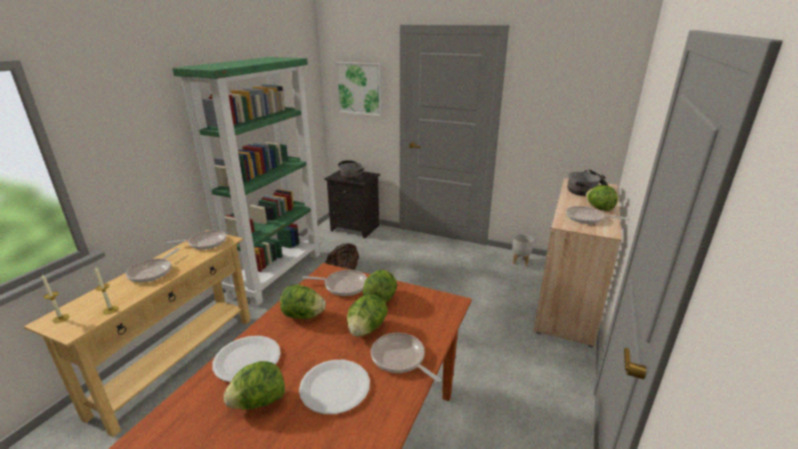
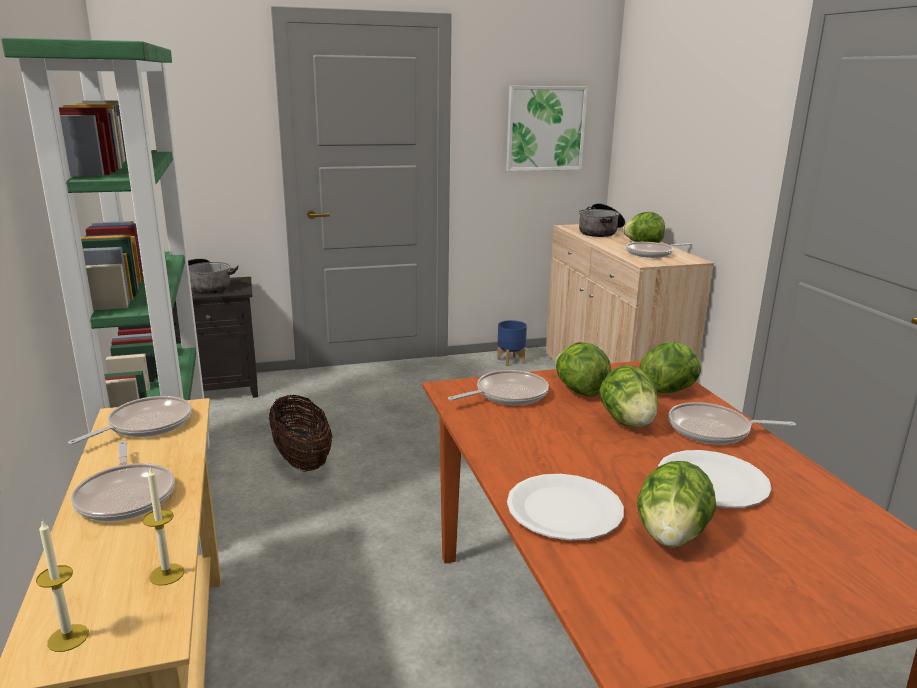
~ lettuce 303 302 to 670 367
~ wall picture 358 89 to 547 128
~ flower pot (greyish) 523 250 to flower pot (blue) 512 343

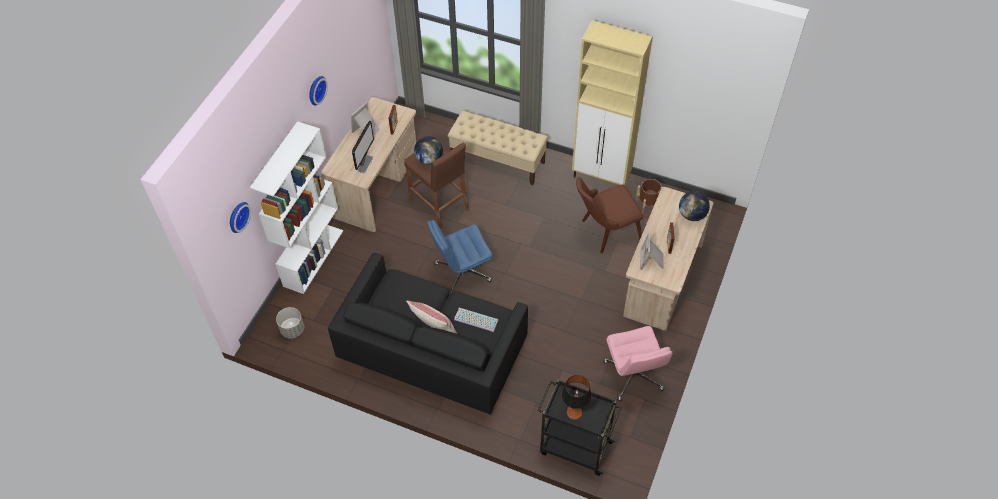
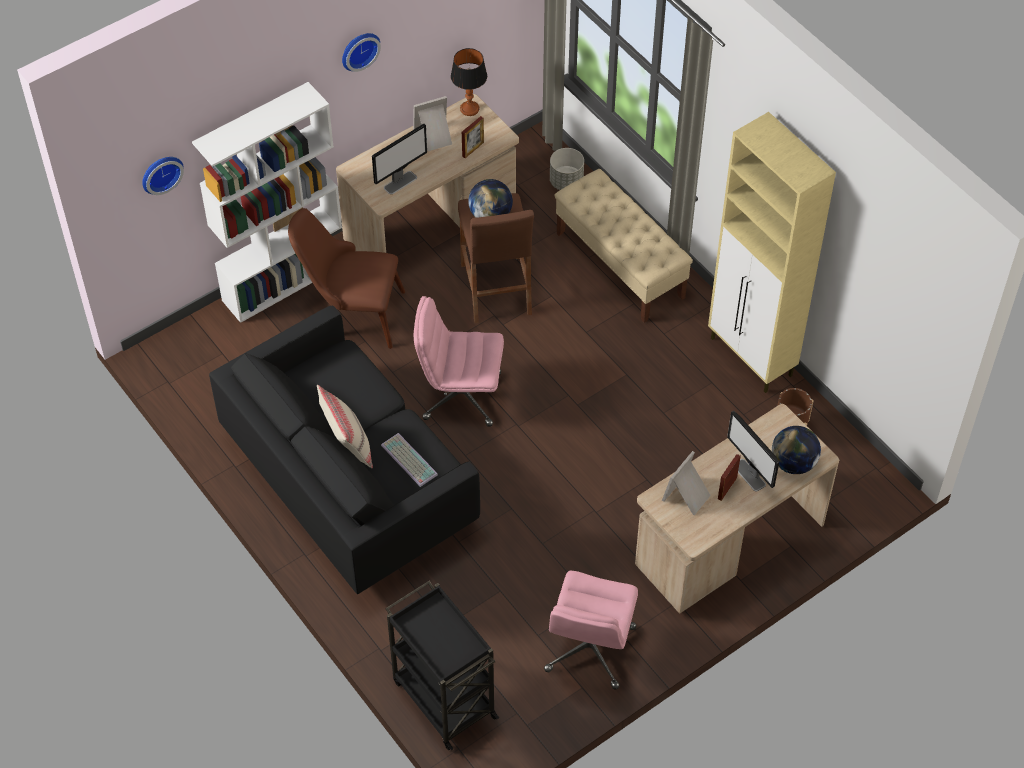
~ flower pot (greyish) 290 323 to 567 169
~ computer chair (blue) 460 257 to computer chair (pink) 459 361
~ tabletop lamp 576 397 to 469 82
~ chair (brown-coloured) 609 215 to 346 278
+ computer screen 753 451

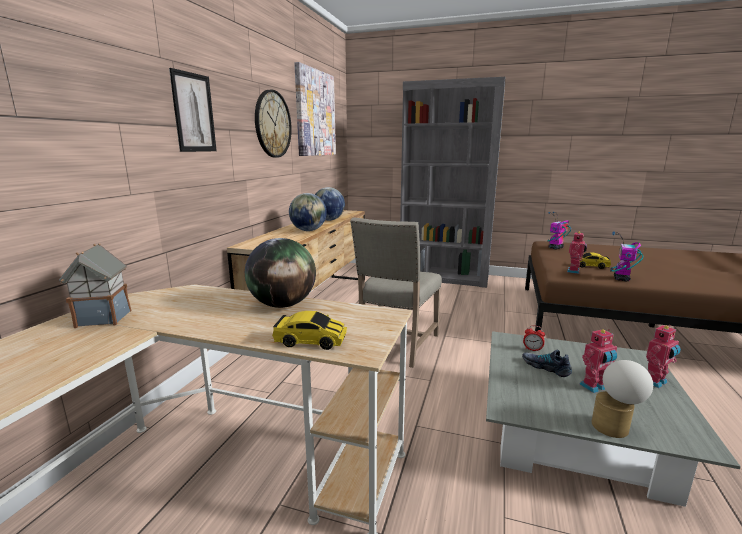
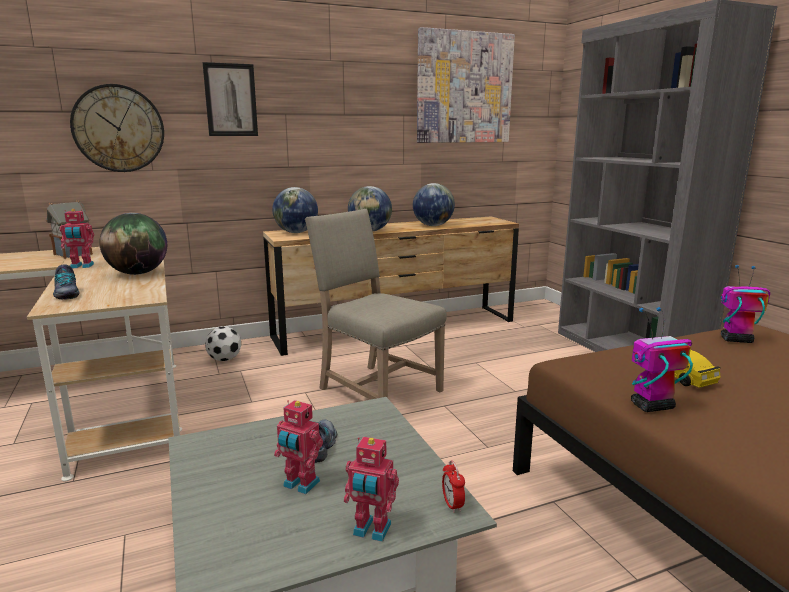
~ clock on the wall 273 124 to 117 128
~ toy car 309 330 to low shoe 66 282
~ chair (beige) 396 292 = 376 304 60 degrees clockwise
~ bedside clock 534 338 to 453 486
~ toy robot 577 252 to 76 238
- tabletop lamp 622 399
+ ball for football 223 343
+ world globe 295 210

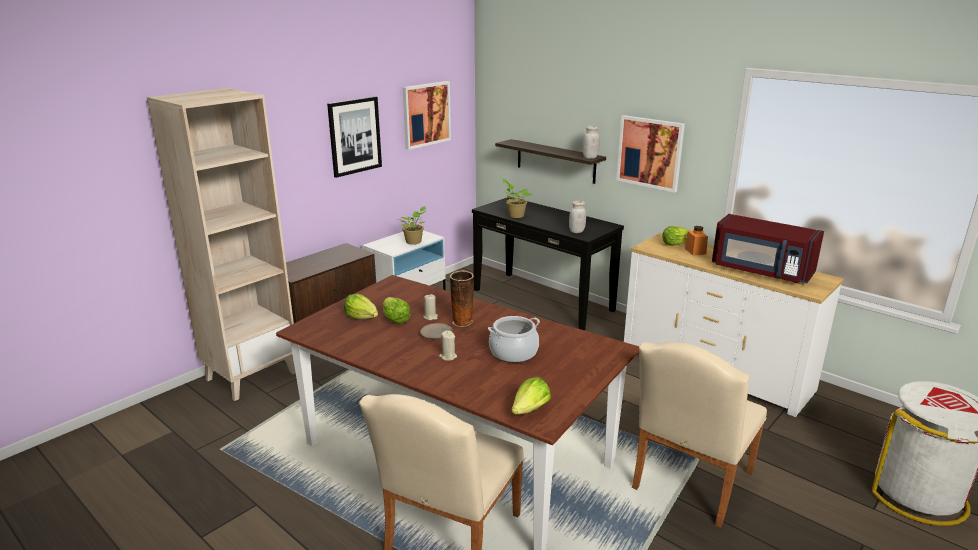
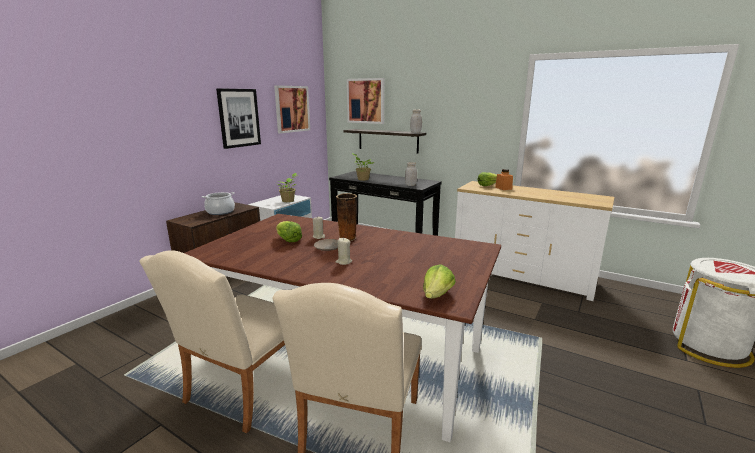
- bookcase (beige) 221 244
- lettuce 361 306
~ stockpot 514 339 to 218 203
~ wall picture 650 154 to 365 101
~ chair (beige) 699 435 to 212 341
- microwave oven (reddish) 768 248

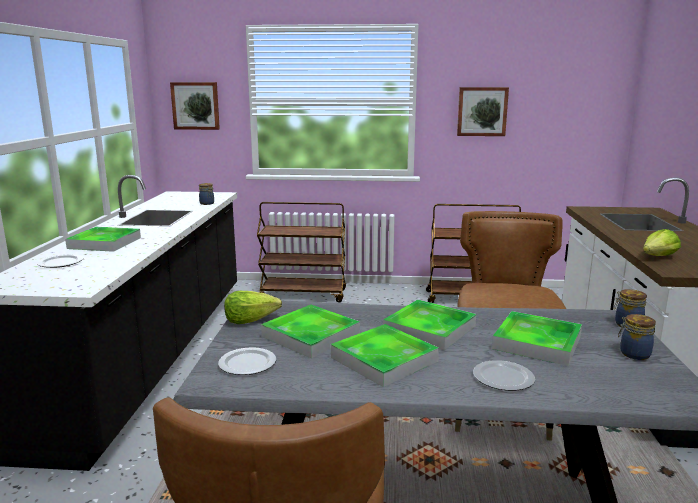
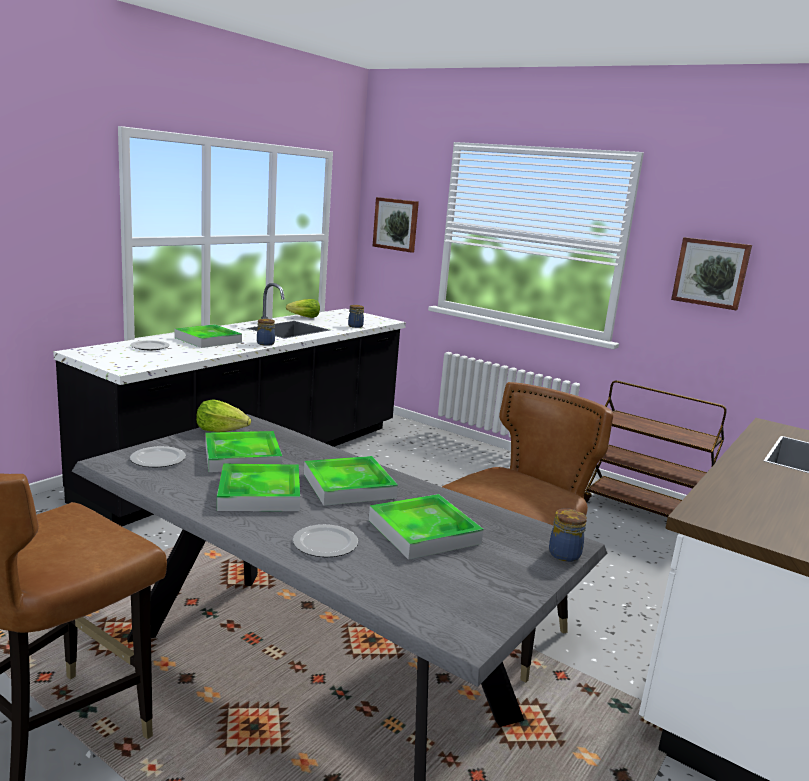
- trolley (brown-coloured) 301 252
~ jar 637 337 to 266 332
~ lettuce 662 242 to 303 308

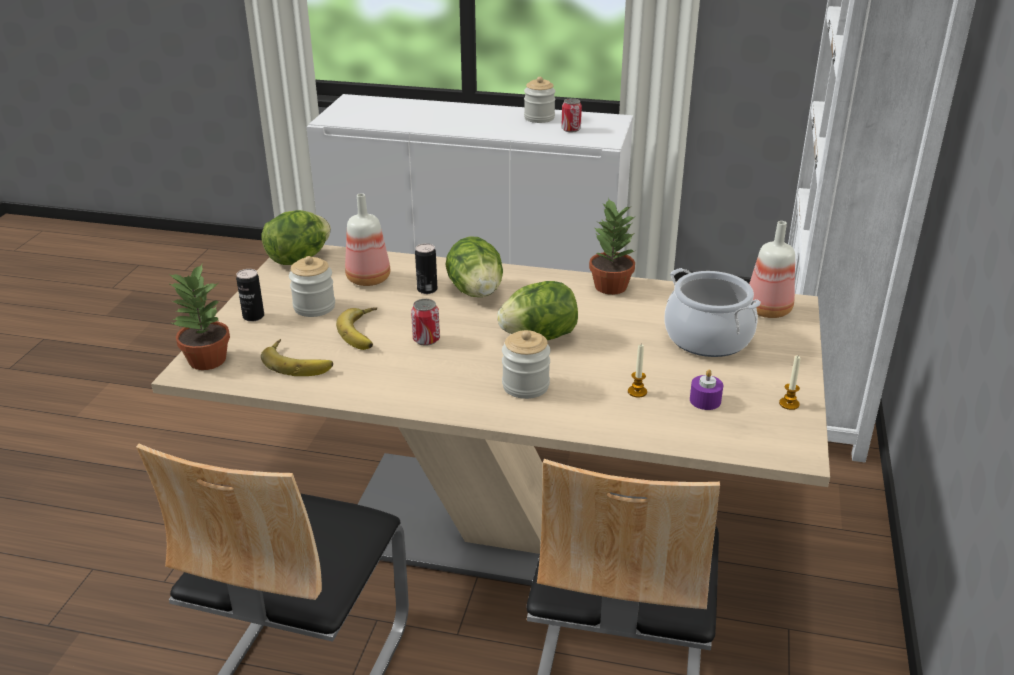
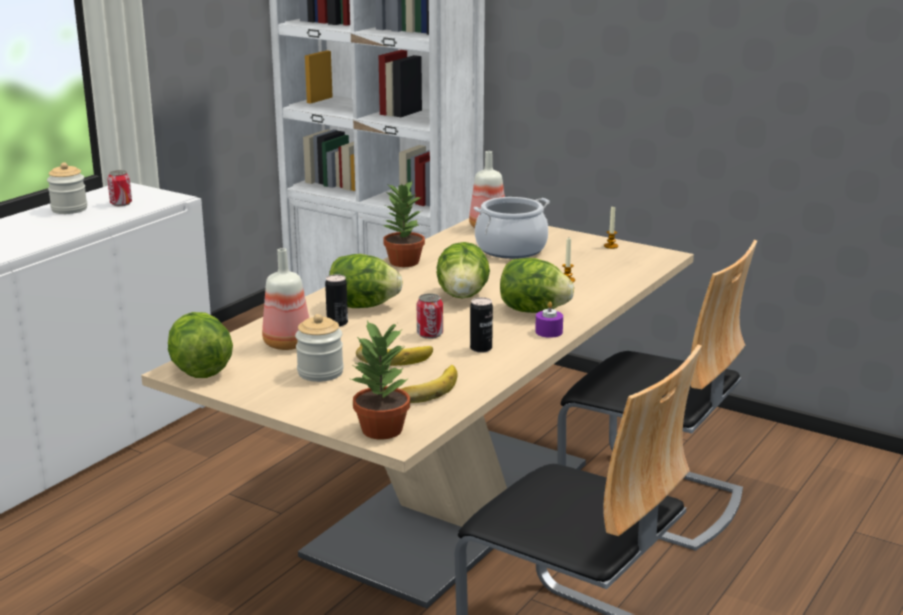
~ metal can 250 295 to 481 325
~ jar 526 364 to lettuce 537 285
~ wax light (purple-coloured) 706 390 to 549 320

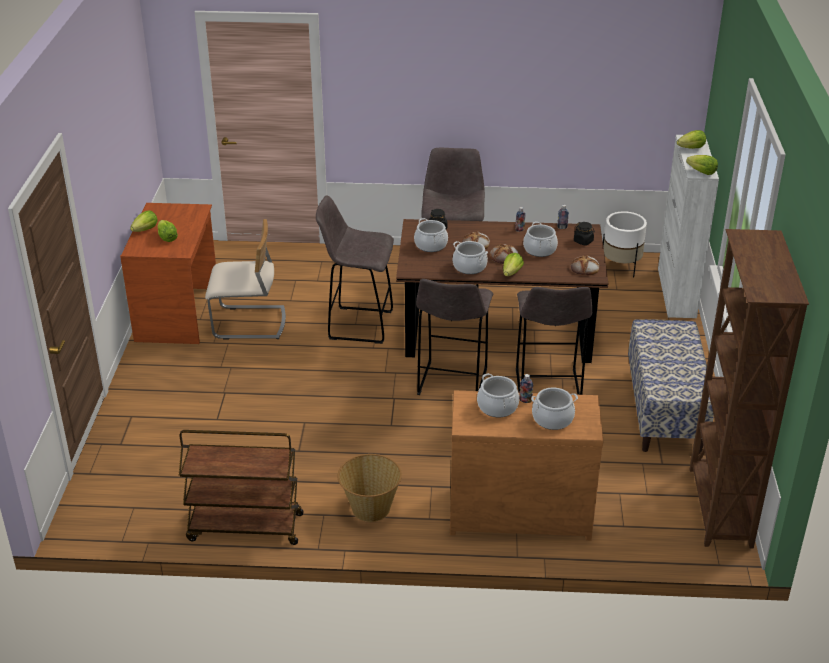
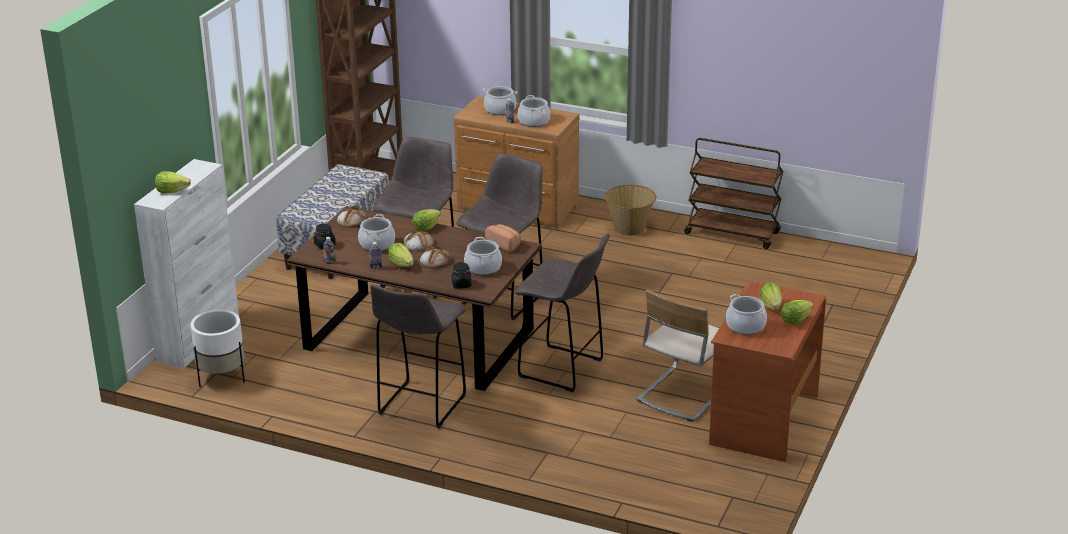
~ chair (beige) 245 279 = 677 355 75 degrees counterclockwise
~ stockpot 470 257 to 746 314
~ lettuce 702 165 to 401 255
+ bread 503 238

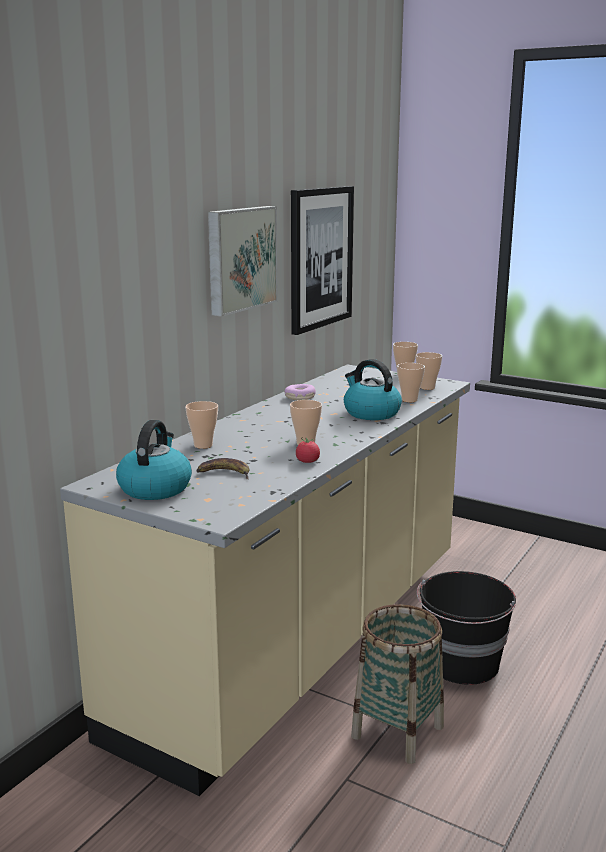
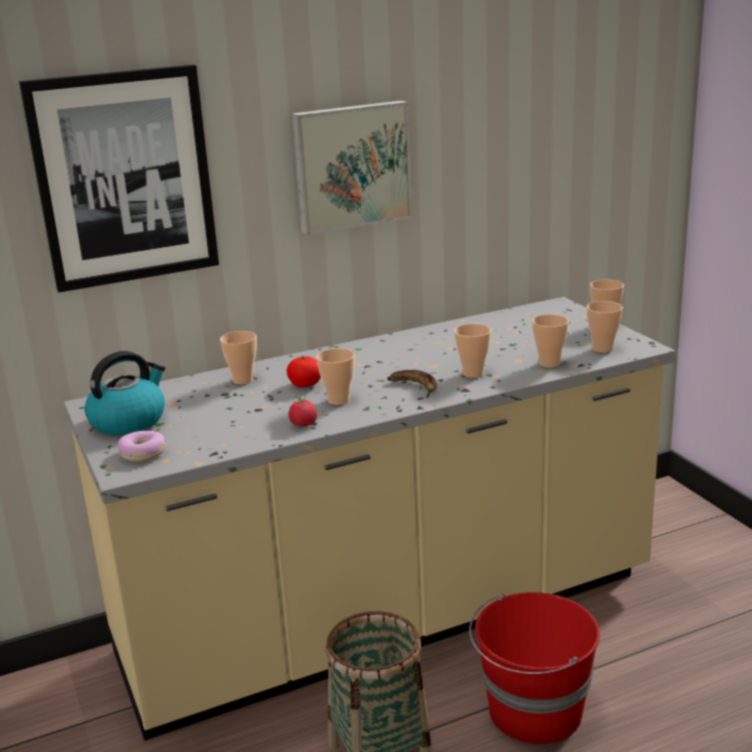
~ banana fruit 222 468 to 412 384
~ doughnut 300 392 to 141 446
~ wall picture 322 260 to 119 178
~ tea kettle 373 389 to cup 472 351
~ water bucket (blackish) 466 628 to water bucket (reddish) 534 668
+ fresh tomato 304 372

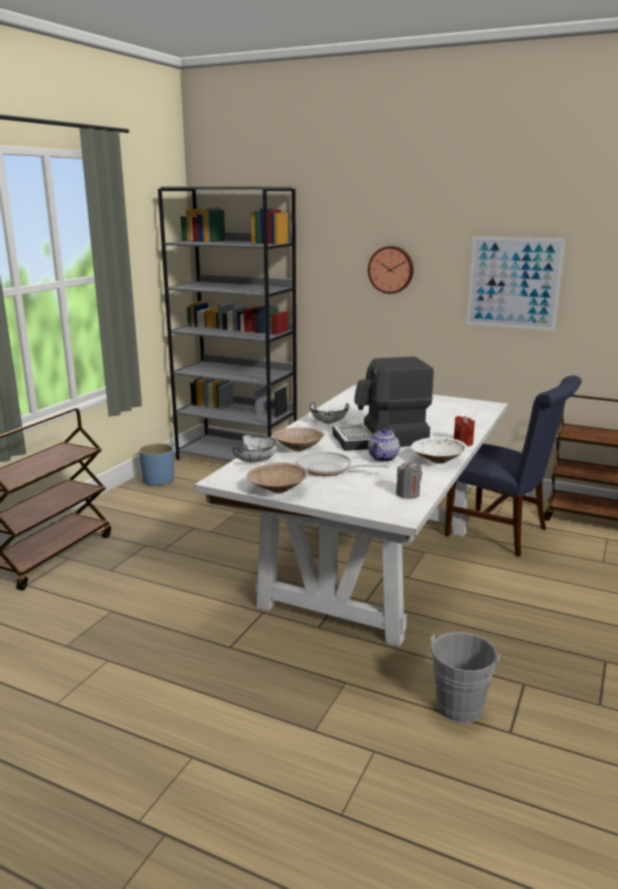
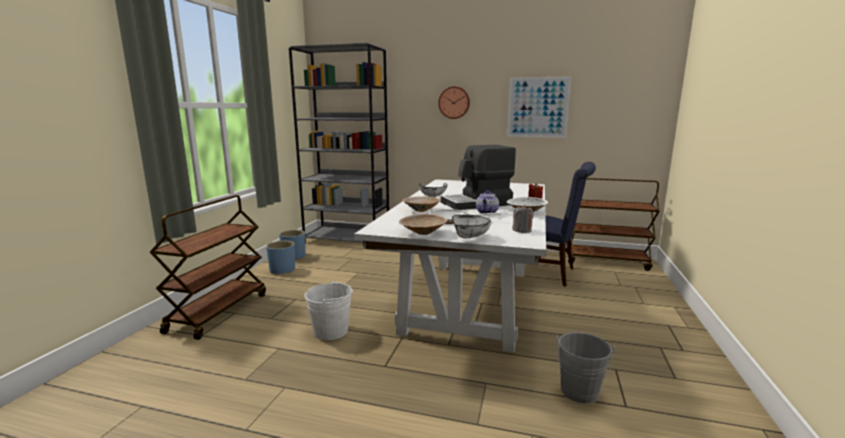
~ serving bowl (white) 255 448 to 471 226
+ flower pot (blue) 280 257
+ water bucket (white) 328 310

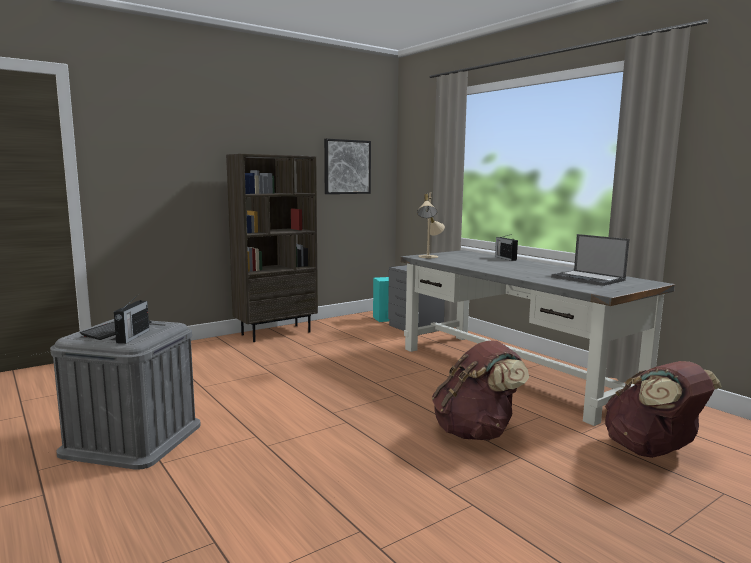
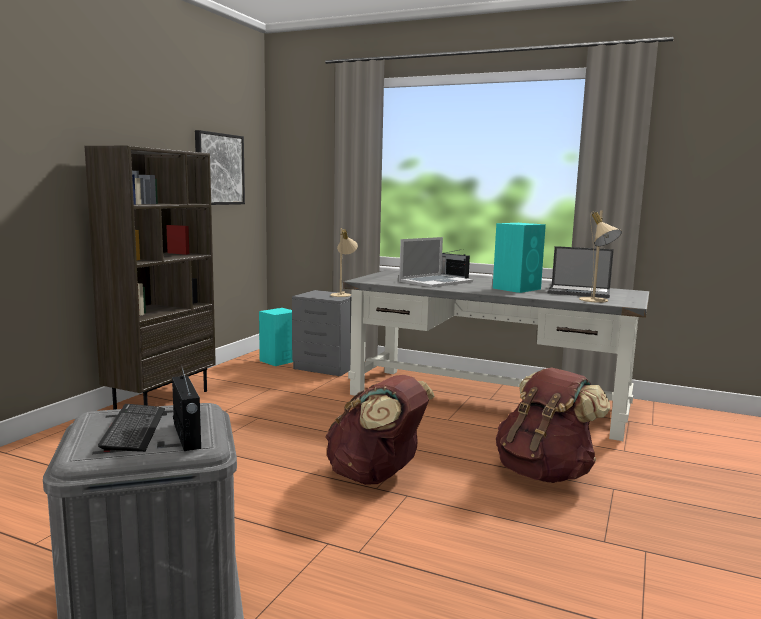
~ tabletop lamp (beige) 427 225 to 600 256
~ backpack (brown-coloured) 663 409 to 380 430
+ notebook computer 436 262
+ audio speaker (blue-green) 519 258

